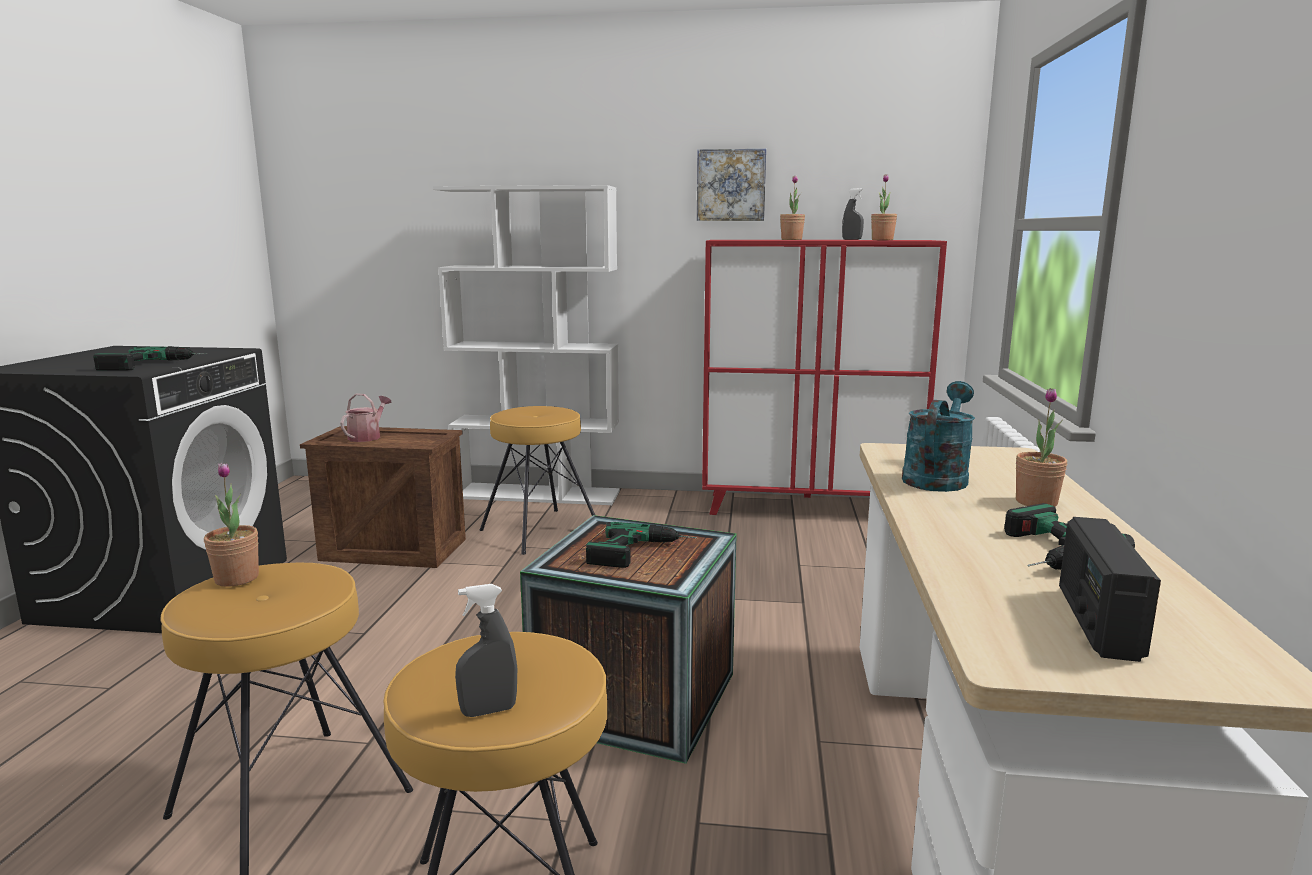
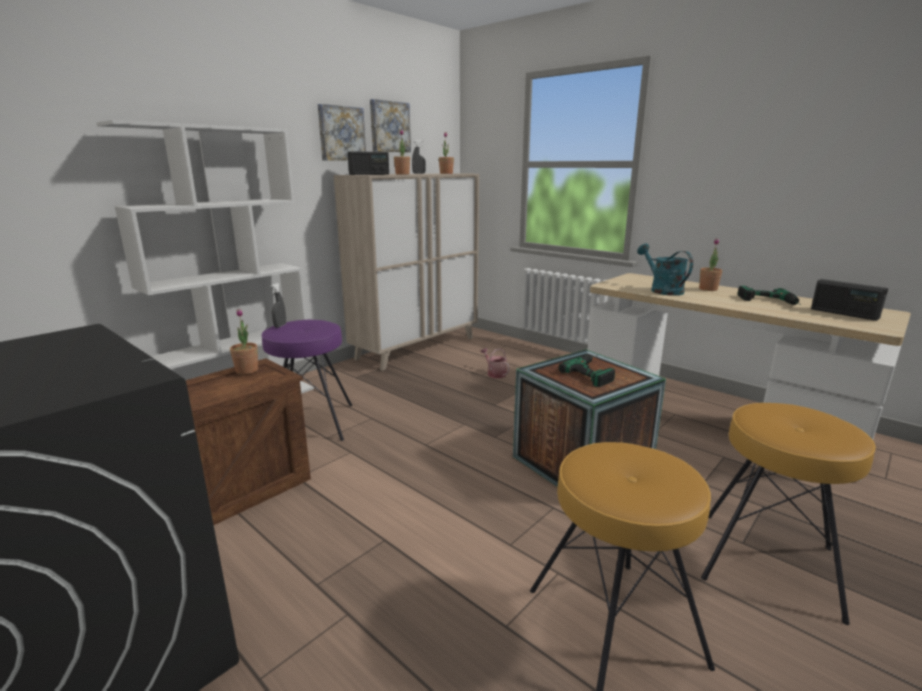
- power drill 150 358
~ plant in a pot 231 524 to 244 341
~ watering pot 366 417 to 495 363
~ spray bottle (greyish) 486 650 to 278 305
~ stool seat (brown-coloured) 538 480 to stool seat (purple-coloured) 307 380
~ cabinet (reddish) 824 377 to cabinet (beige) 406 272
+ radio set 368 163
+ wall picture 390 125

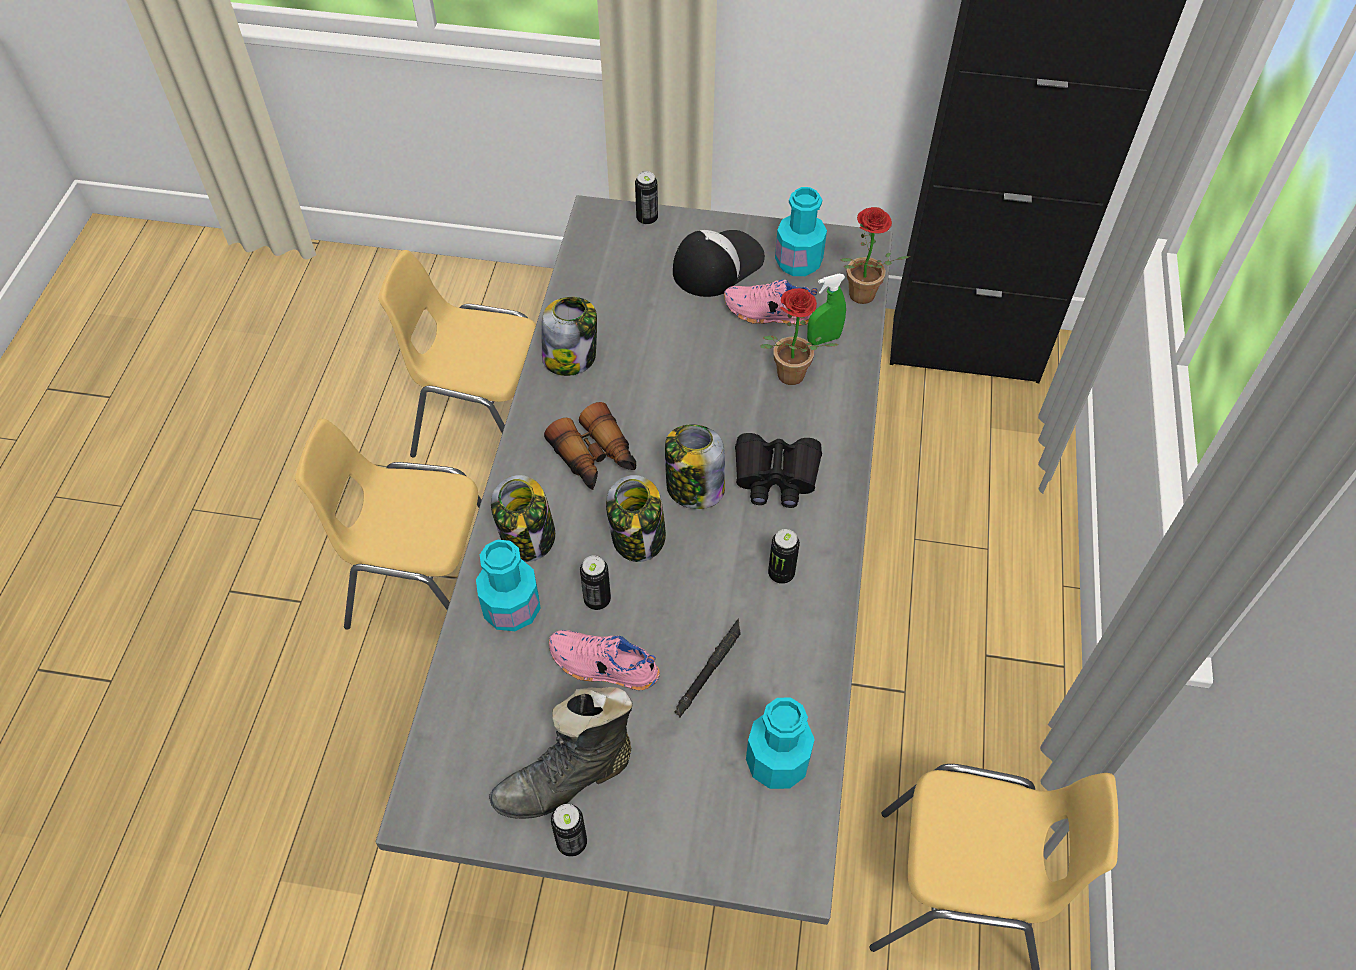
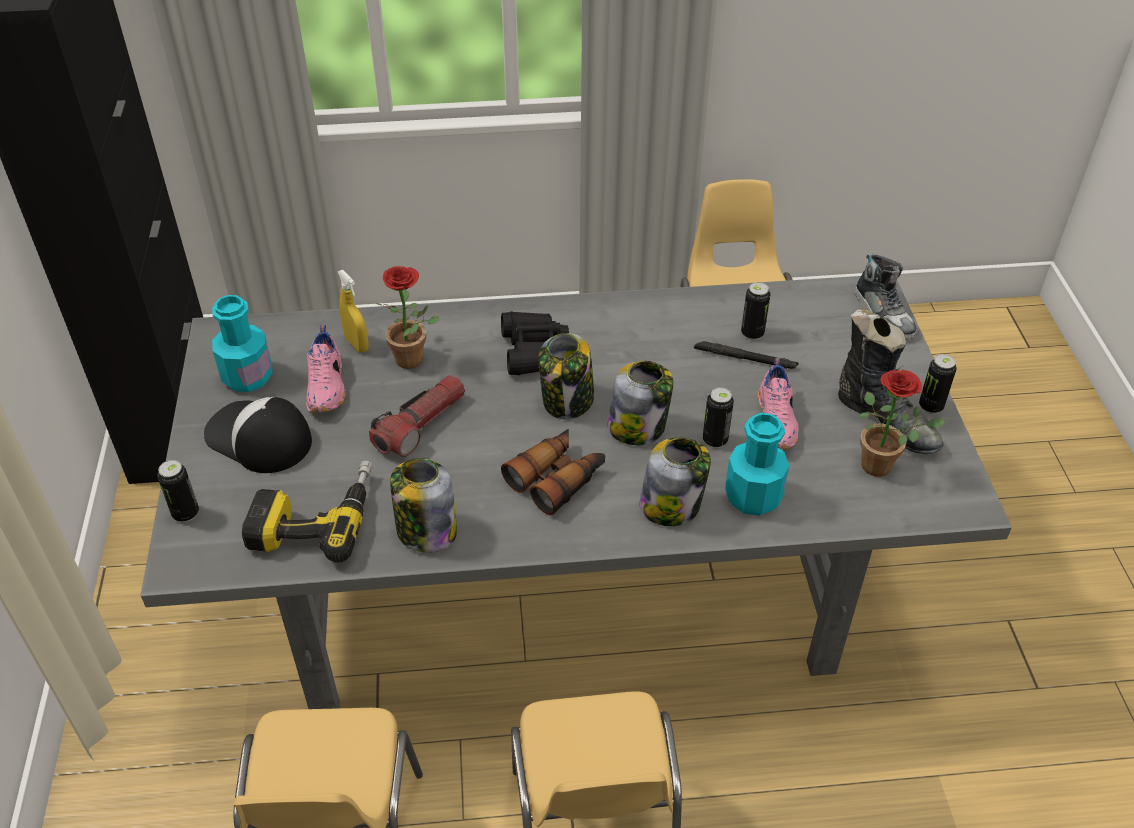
- beverage bottle (blue-green) 780 743
~ metal can 784 556 to 756 311
~ spray bottle (green-coloured) 826 309 to spray bottle (yellowish) 353 311
~ plant in a pot 875 255 to 902 423
+ power drill 307 511
+ flashlight 417 416
+ low shoe 885 297

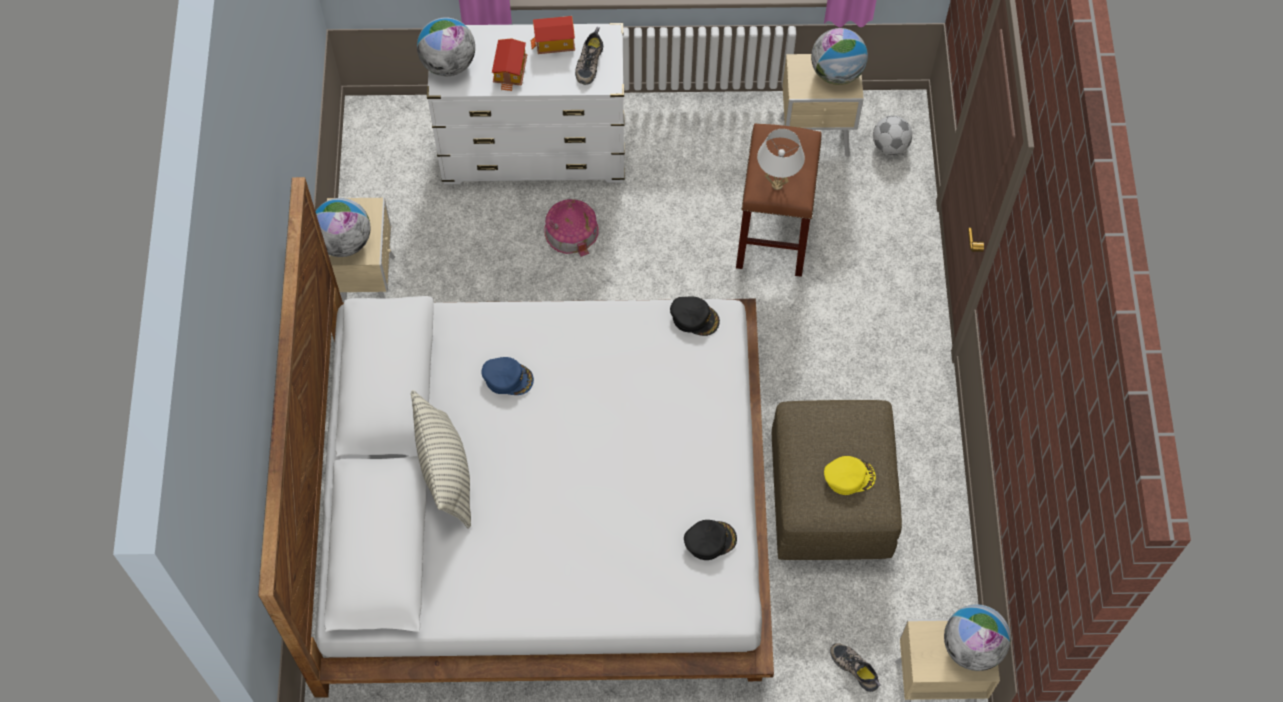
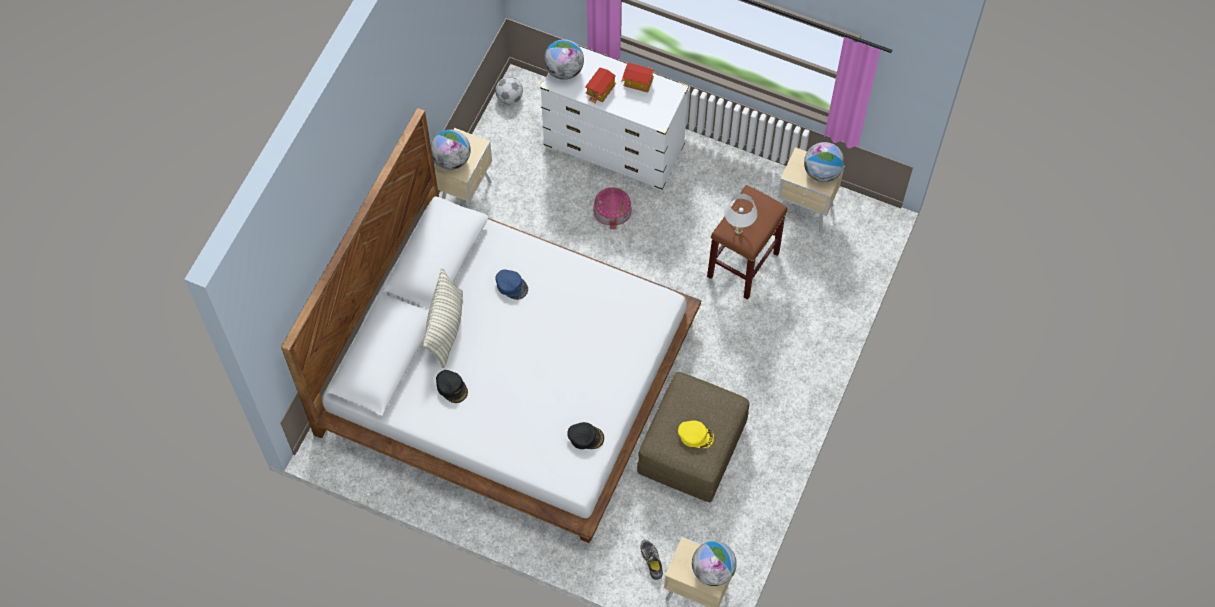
- low shoe 589 56
~ peaked cap (blackish) 695 316 to 452 386
~ ball for football 892 135 to 509 91

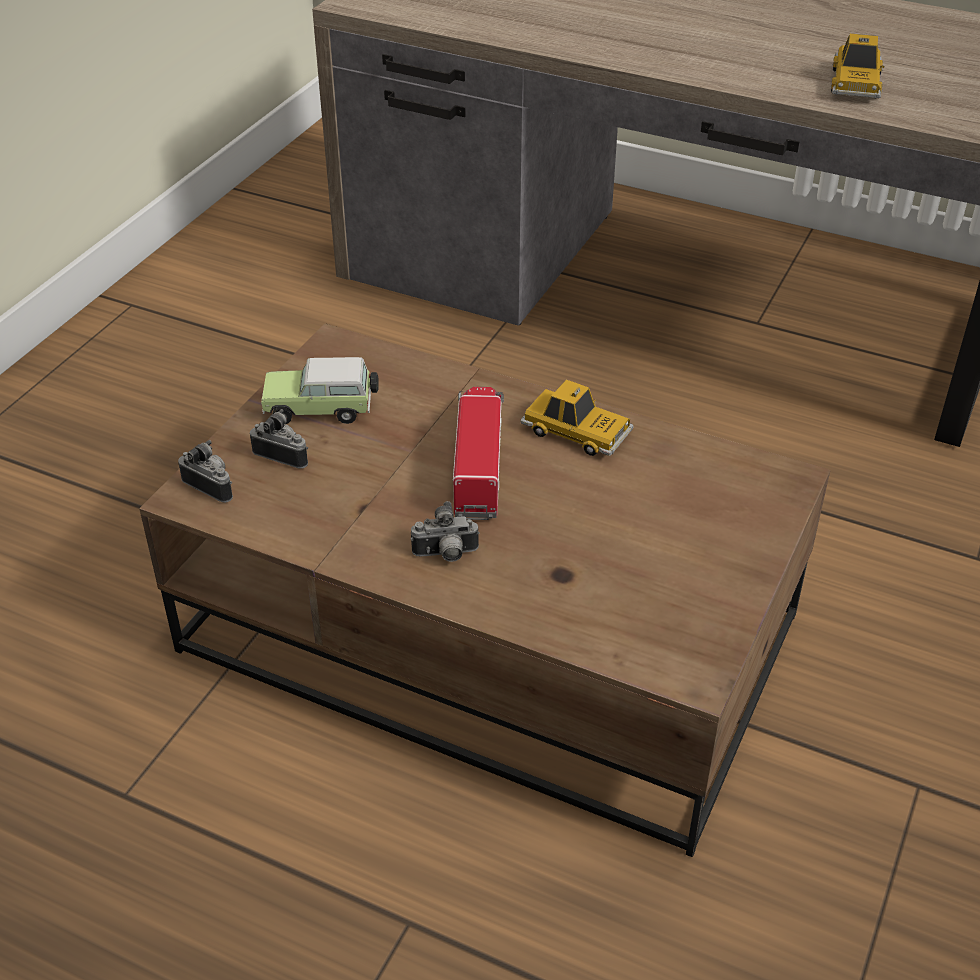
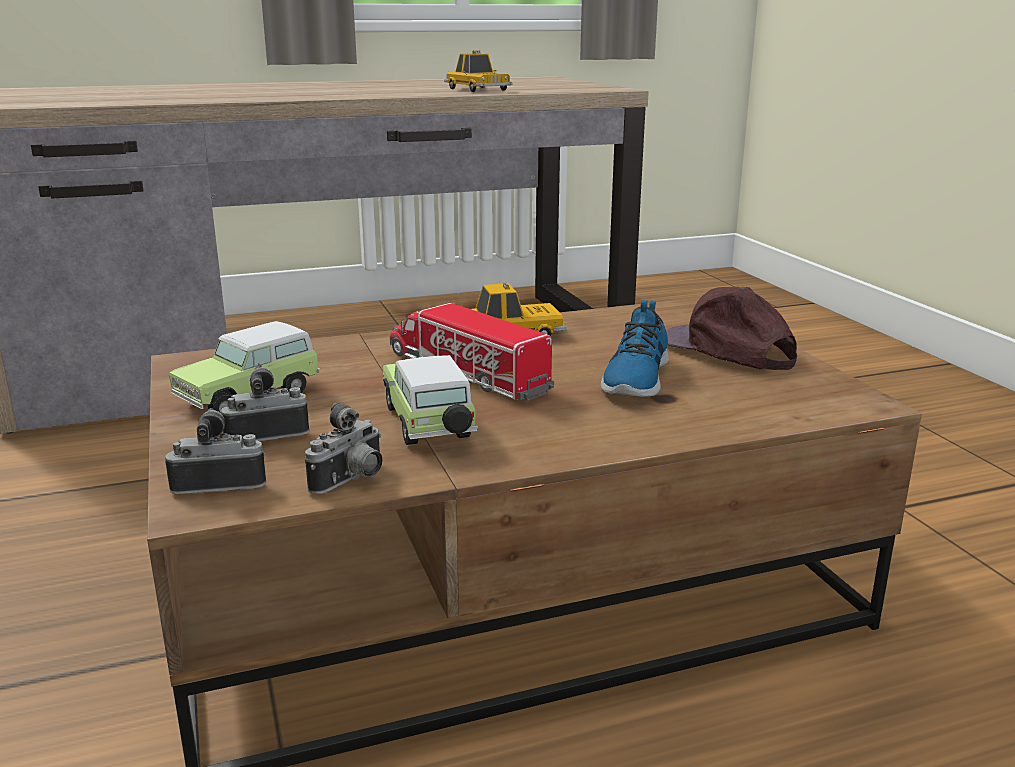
~ photo camera 445 531 to 343 448
+ toy car 430 400
+ low shoe 635 348
+ peaked cap (brown-coloured) 731 328

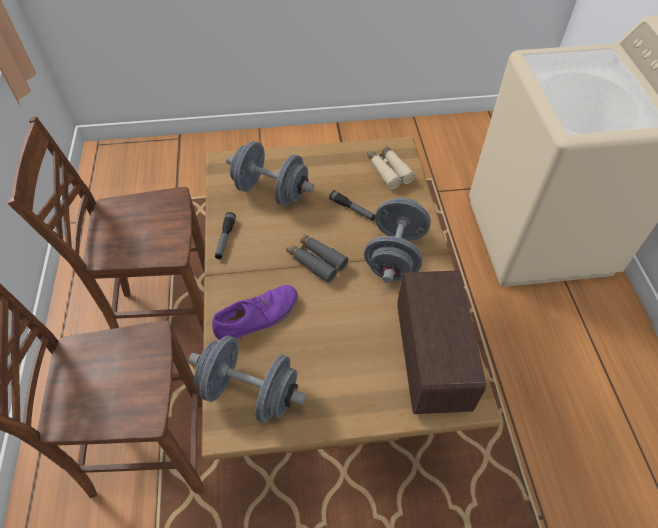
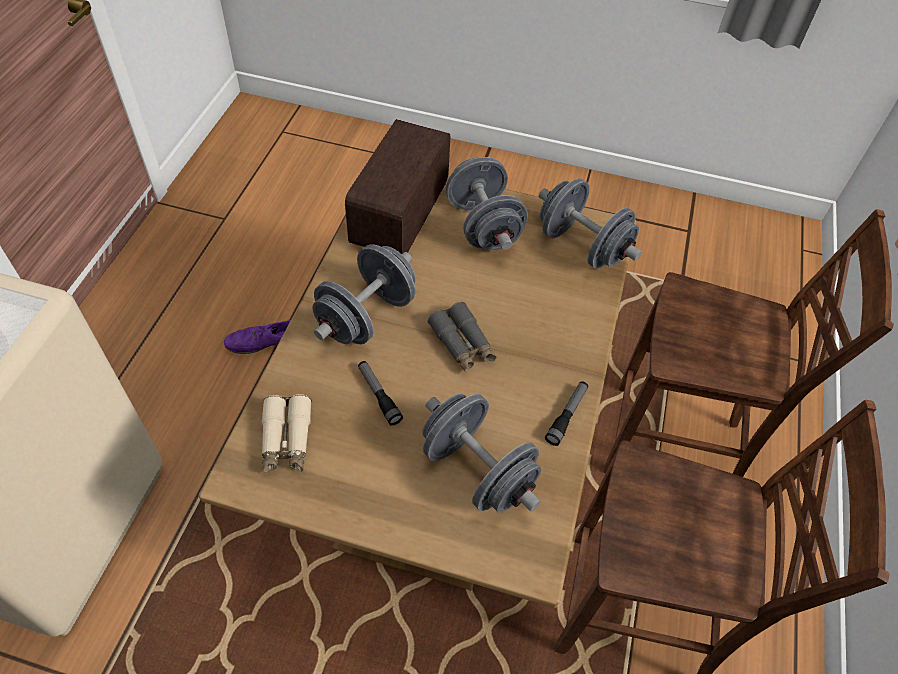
~ low shoe (purple-coloured) 255 312 to 257 337
+ free weight (greyish) 487 203

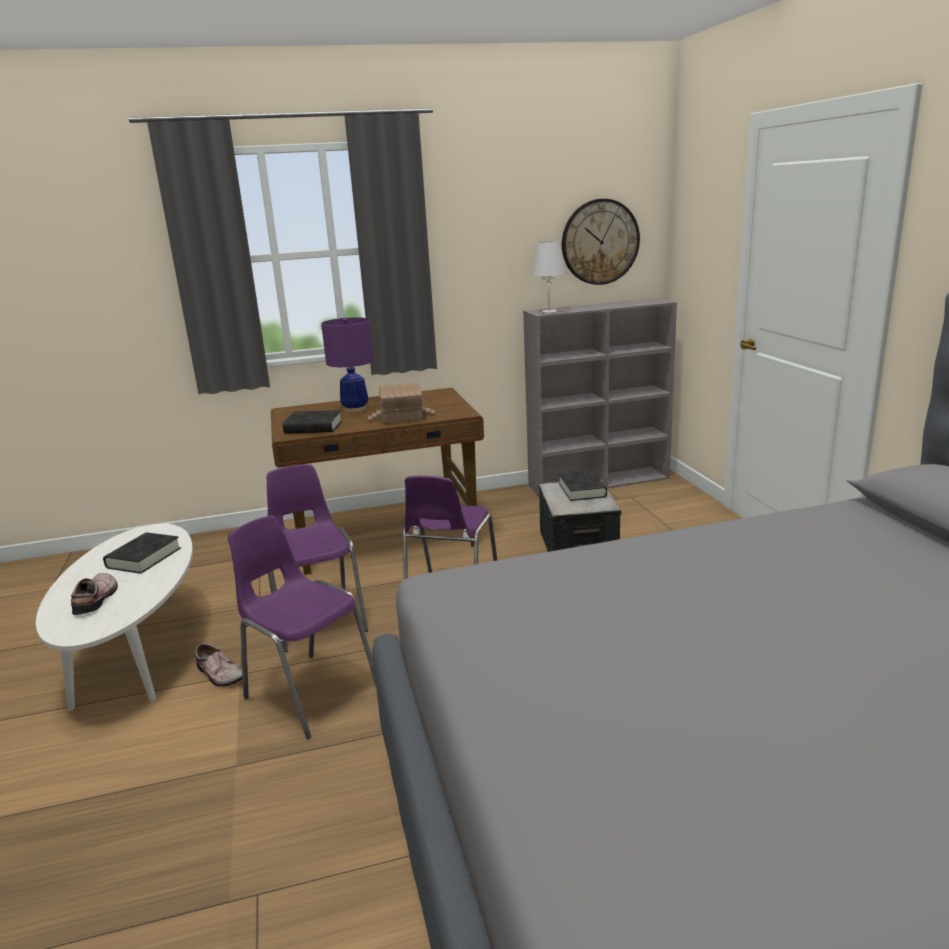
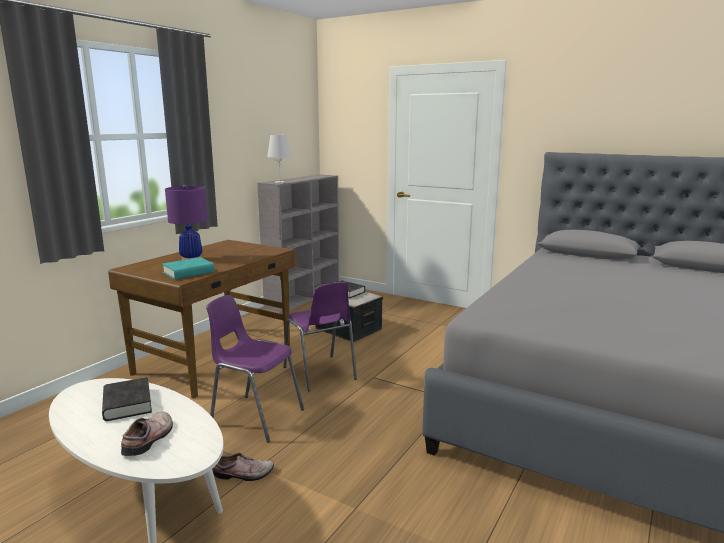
~ low shoe 94 594 = 147 433 60 degrees clockwise
- chair (purple-coloured) 302 627
~ volume (blackish) 312 422 to volume (blue-green) 188 268
- model house 401 403
- clock on the wall 601 242

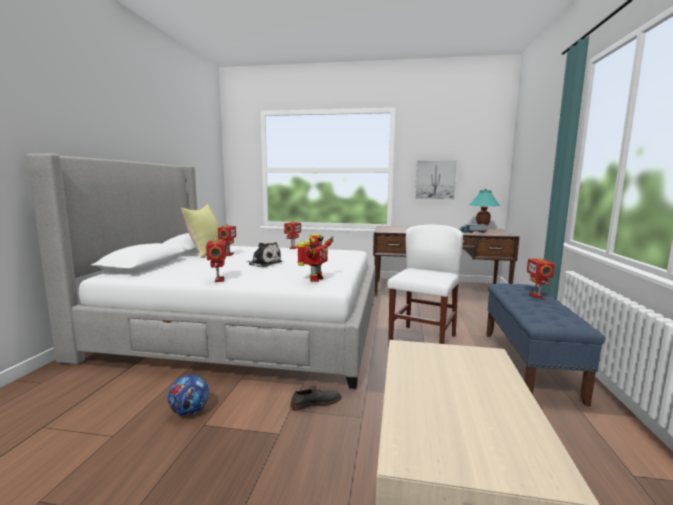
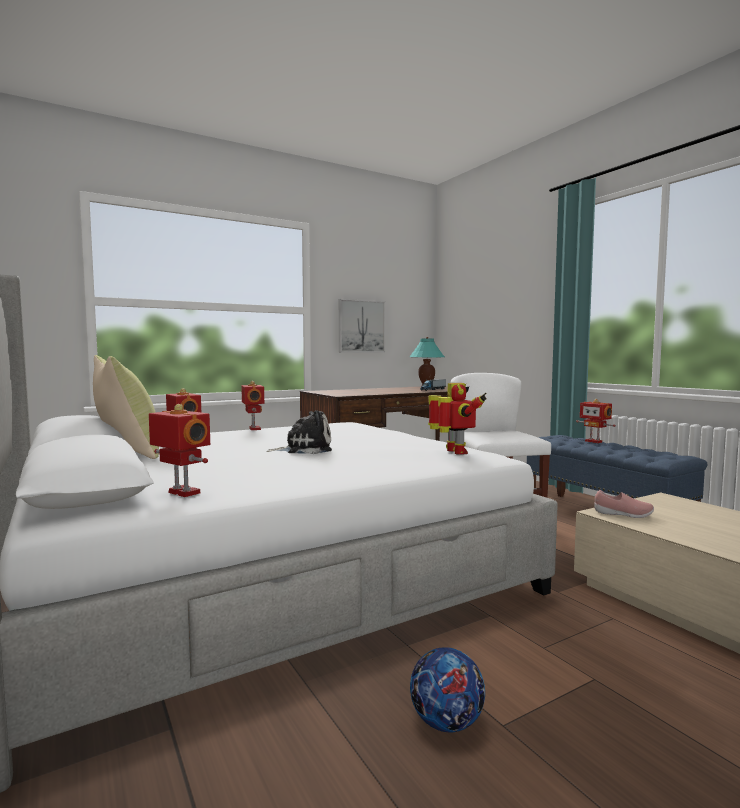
~ toy robot 216 260 to 179 450
- low shoe (greyish) 315 398
+ low shoe (pink) 624 504

